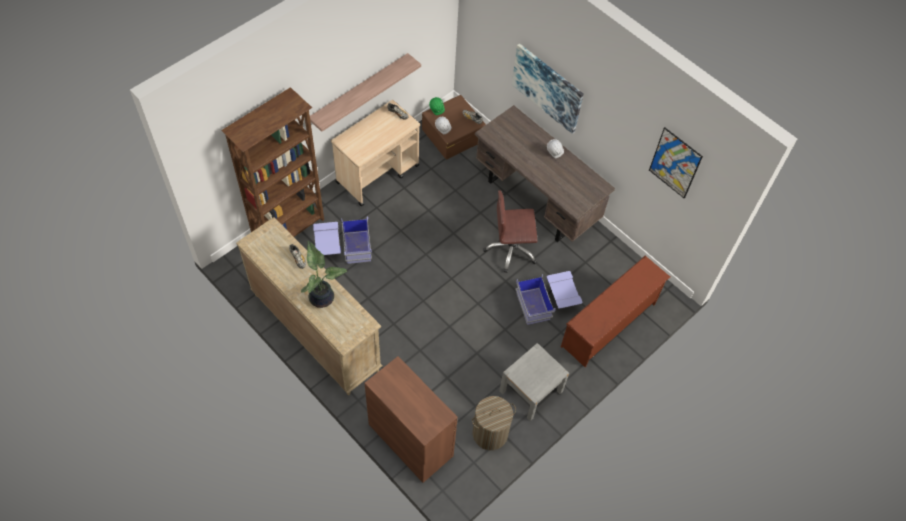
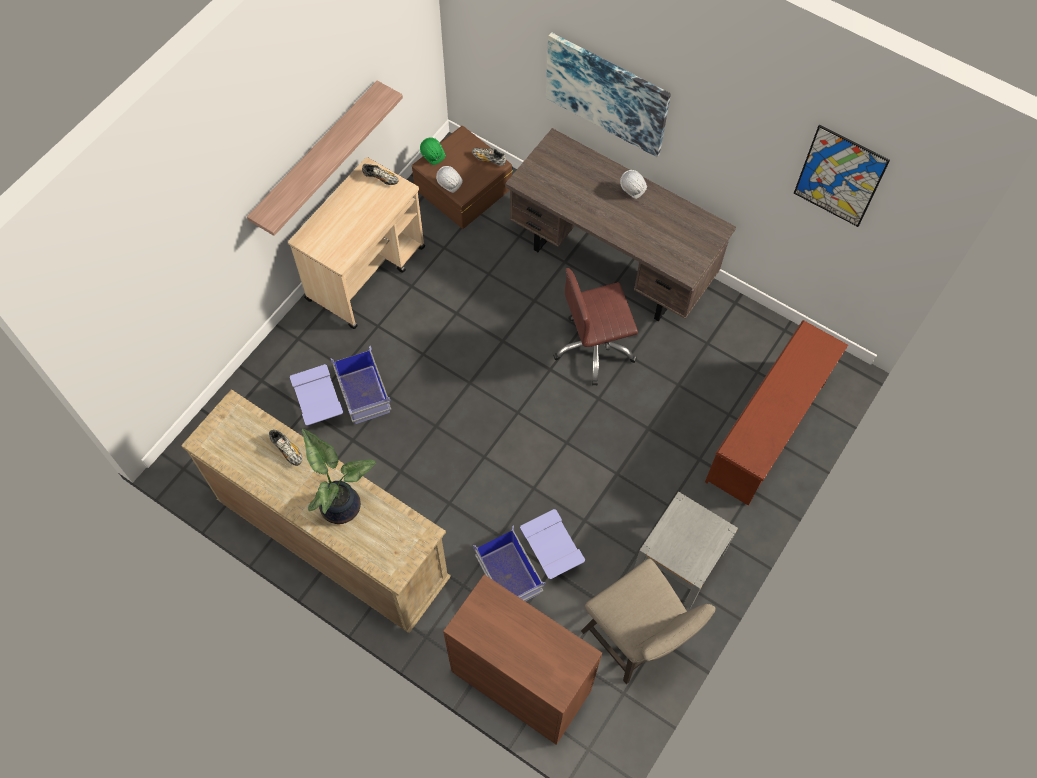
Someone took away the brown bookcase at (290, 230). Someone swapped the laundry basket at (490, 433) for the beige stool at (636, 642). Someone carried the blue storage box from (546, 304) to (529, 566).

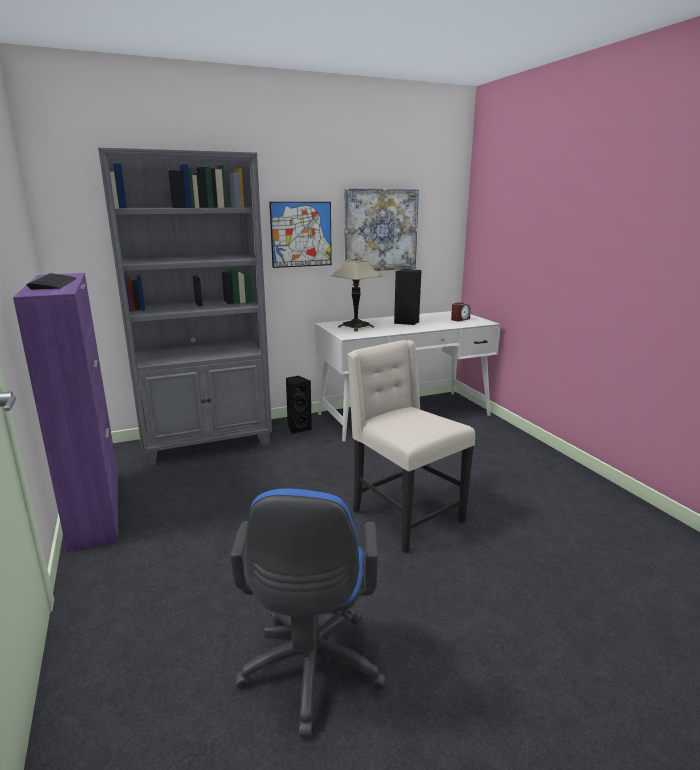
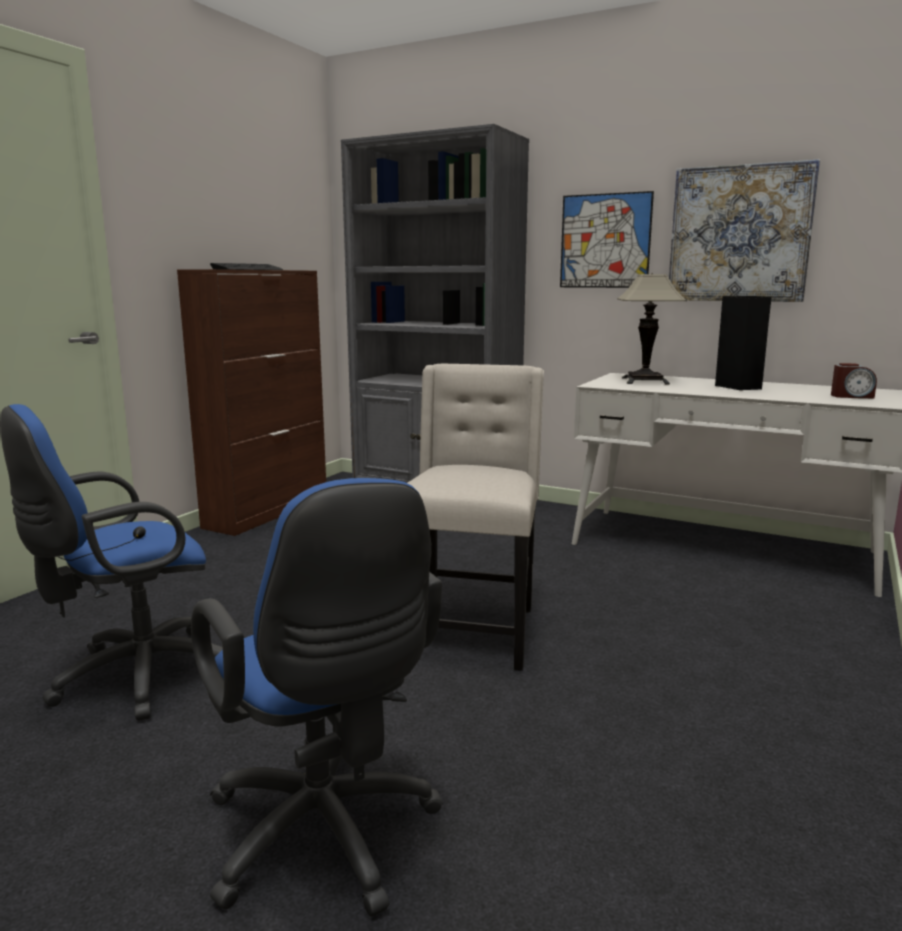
Someone repainted the purple cabinet at (96, 508), which became the brown cabinet at (268, 511). Someone took away the black speaker at (298, 428). Someone put down the blue office chair at (327, 839).

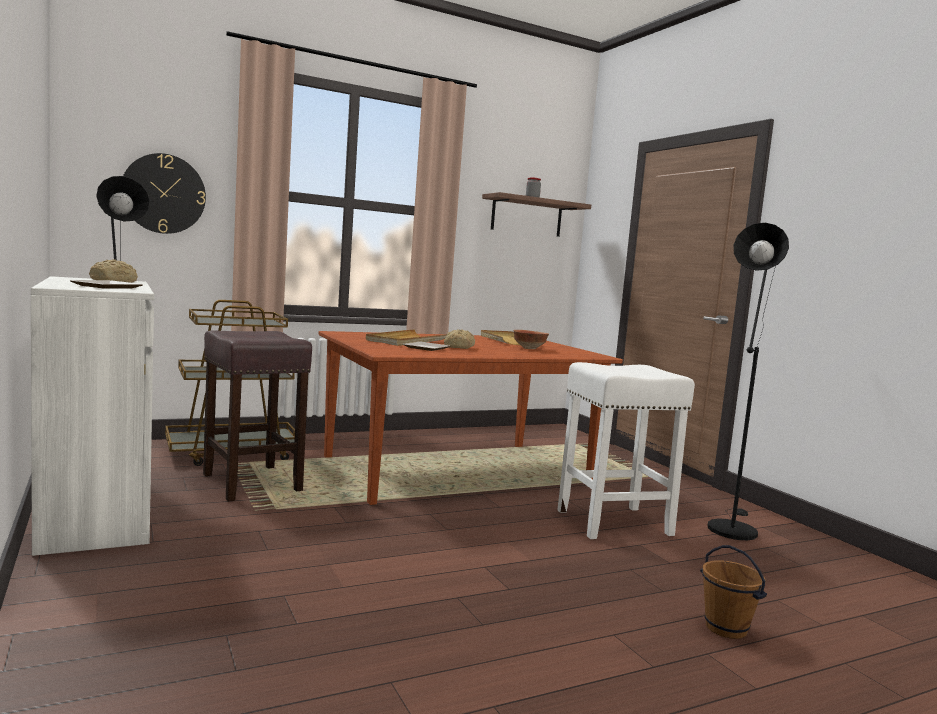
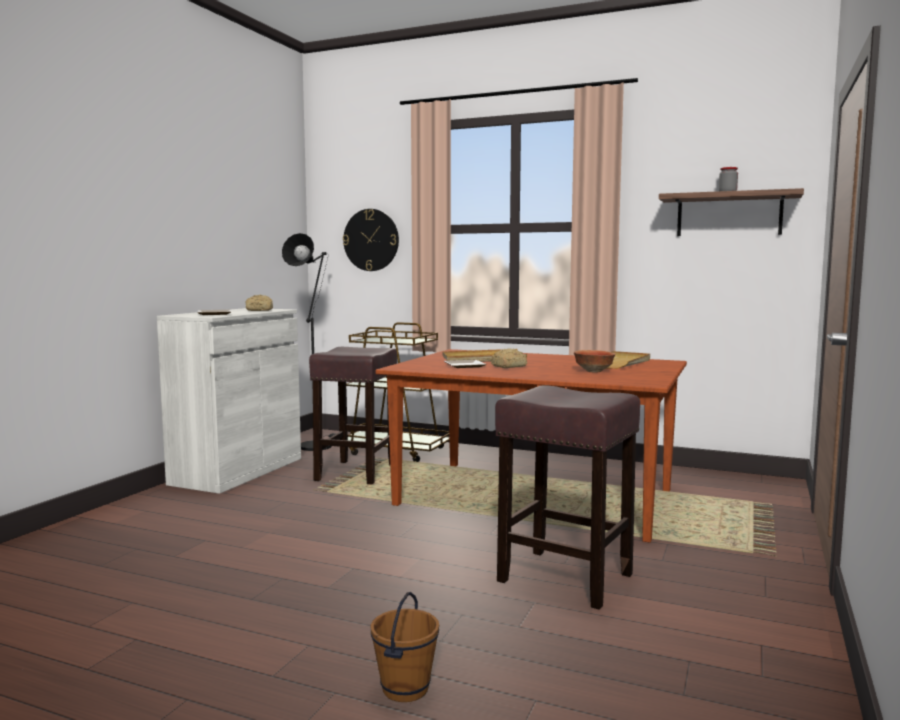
Someone repainted the white stool at (612, 523), which became the brown stool at (562, 577). Someone took away the black floor lamp at (731, 527).

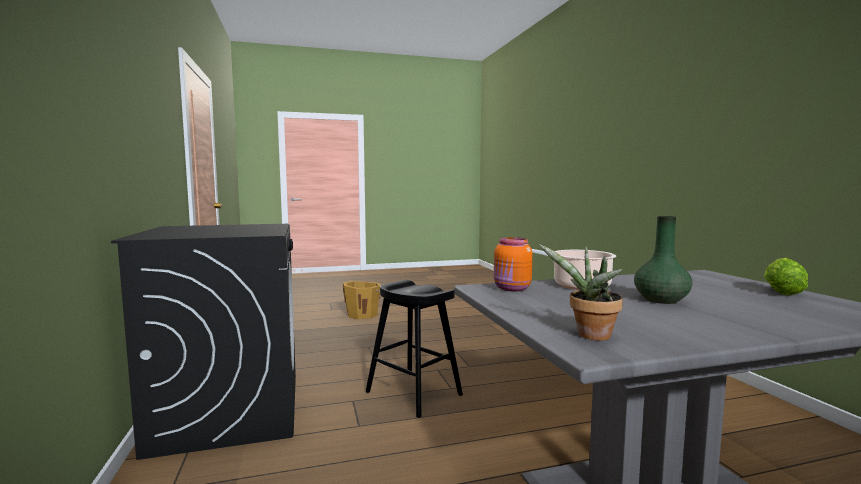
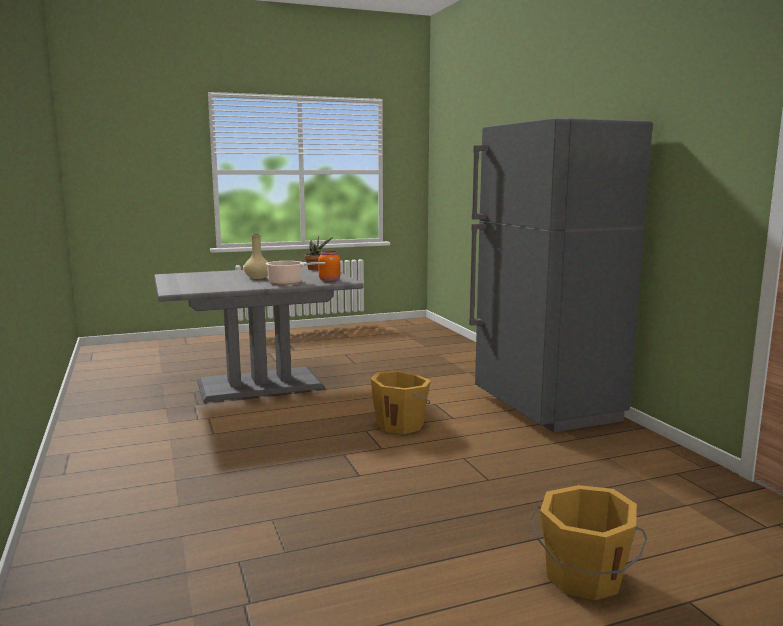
Someone swapped the black washing machine at (229, 411) for the grey fridge at (546, 408). Someone swapped the black stool at (414, 393) for the orange bucket at (401, 425). Someone repainted the green vase at (660, 300), which became the beige vase at (257, 277). Someone took away the lettuce at (781, 292).

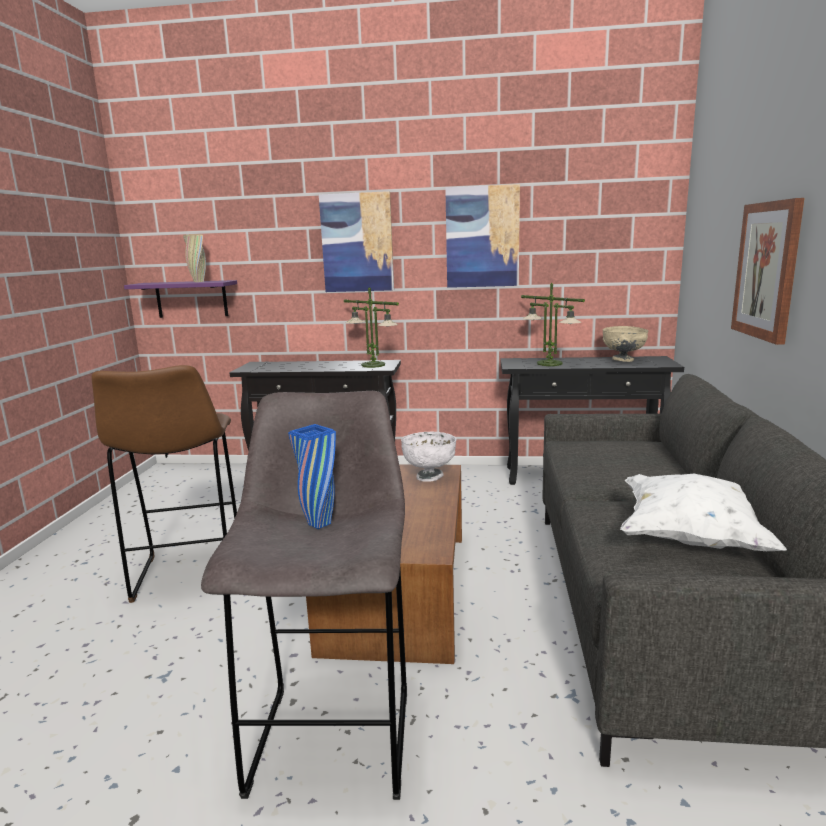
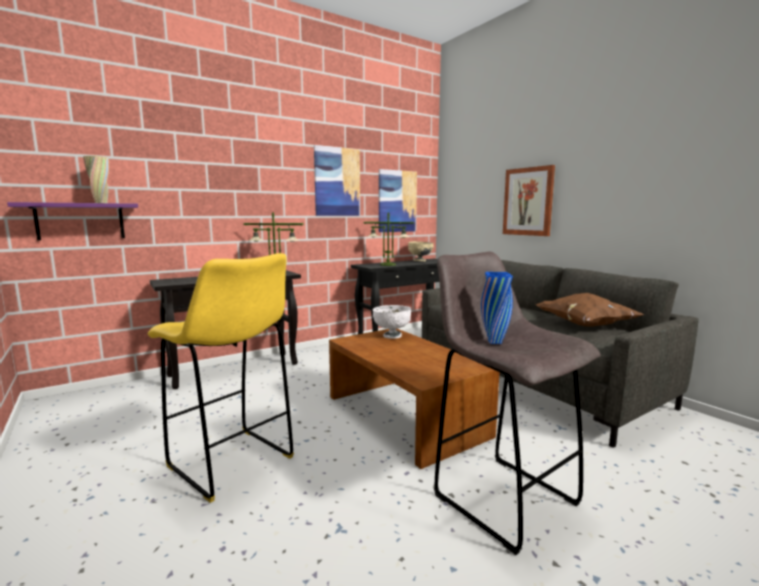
Someone repainted the brown stool at (188, 575), which became the yellow stool at (233, 463). Someone carried the picture from (357, 243) to (397, 201). Someone repainted the white pillow at (691, 537), which became the brown pillow at (584, 325).

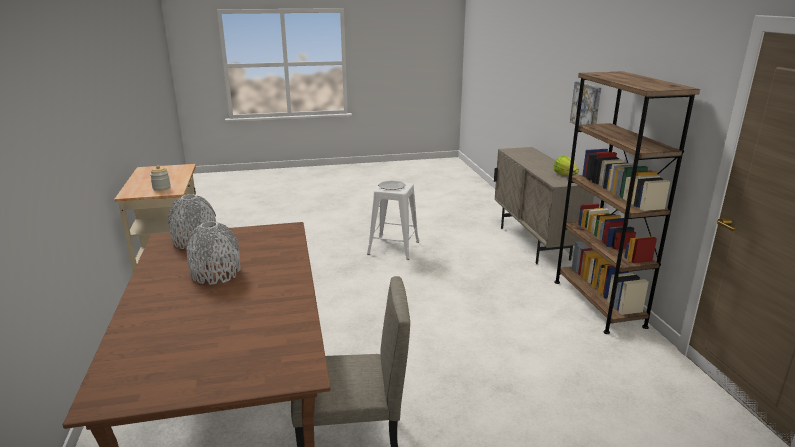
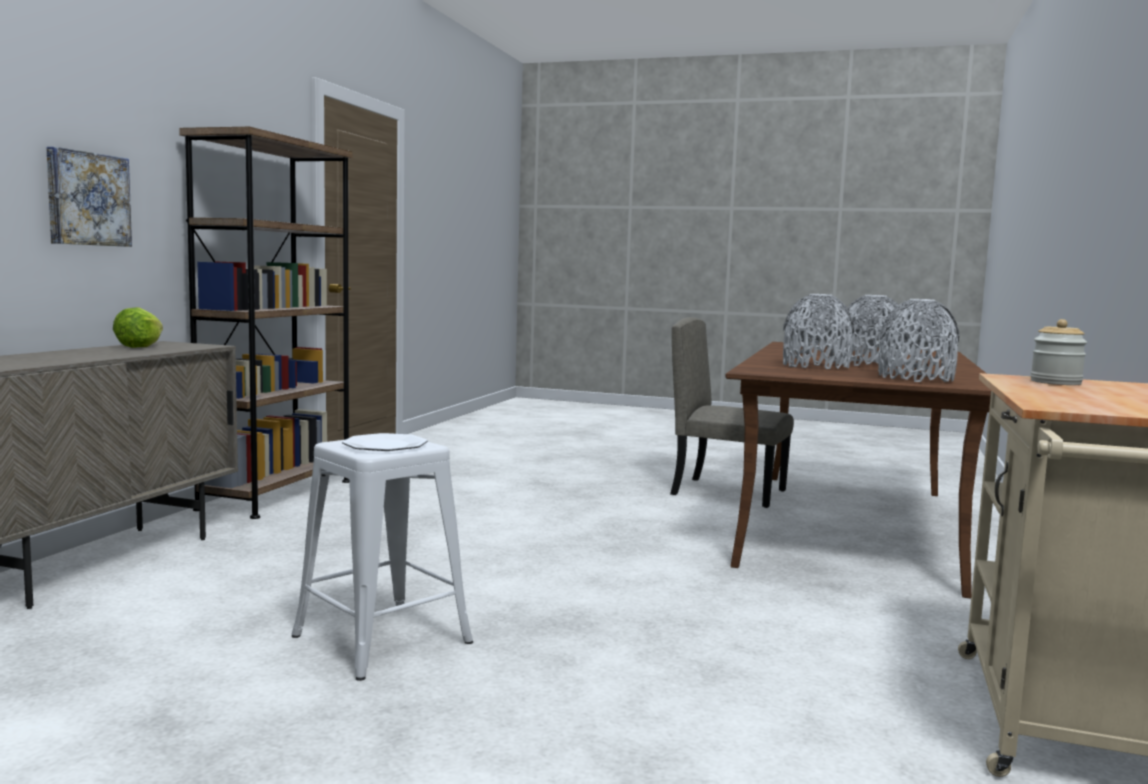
Someone put down the grey vase at (815, 366).

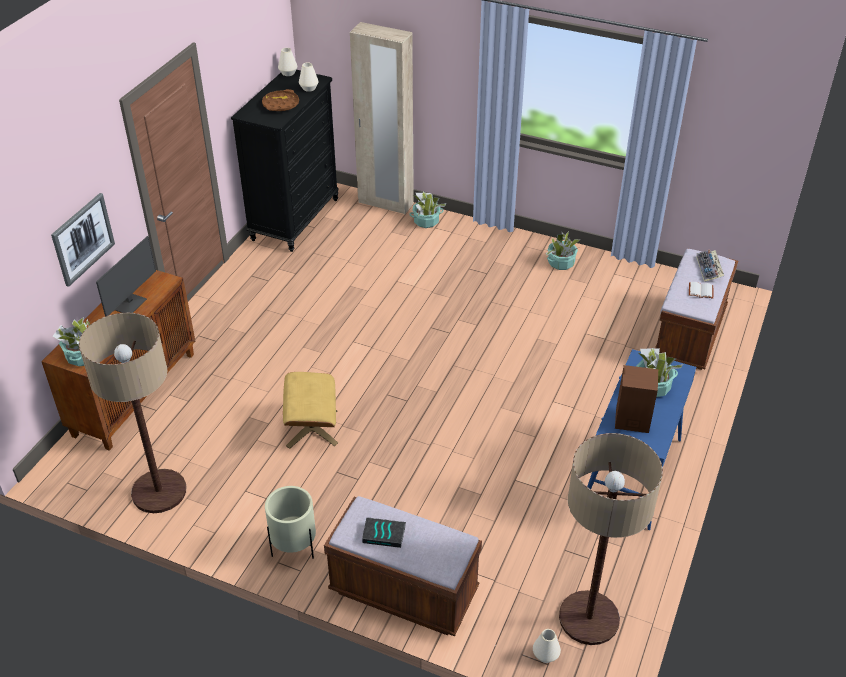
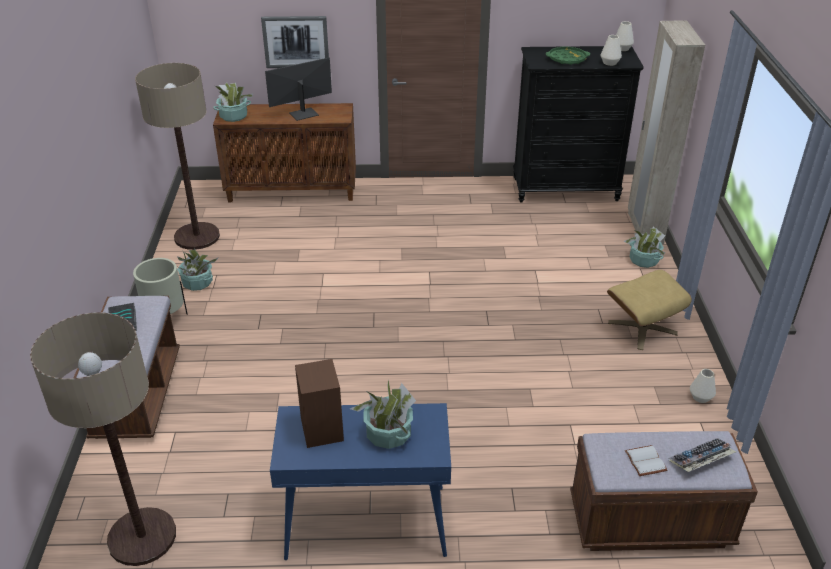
Someone rotated the monitor at (130, 304) by 150 degrees clockwise. Someone repainted the brown tray at (280, 104), which became the green tray at (567, 59). Someone carried the beige ottoman from (311, 428) to (642, 327). Someone carried the white vase from (545, 655) to (700, 397). Someone carried the potted plant from (561, 263) to (197, 283).

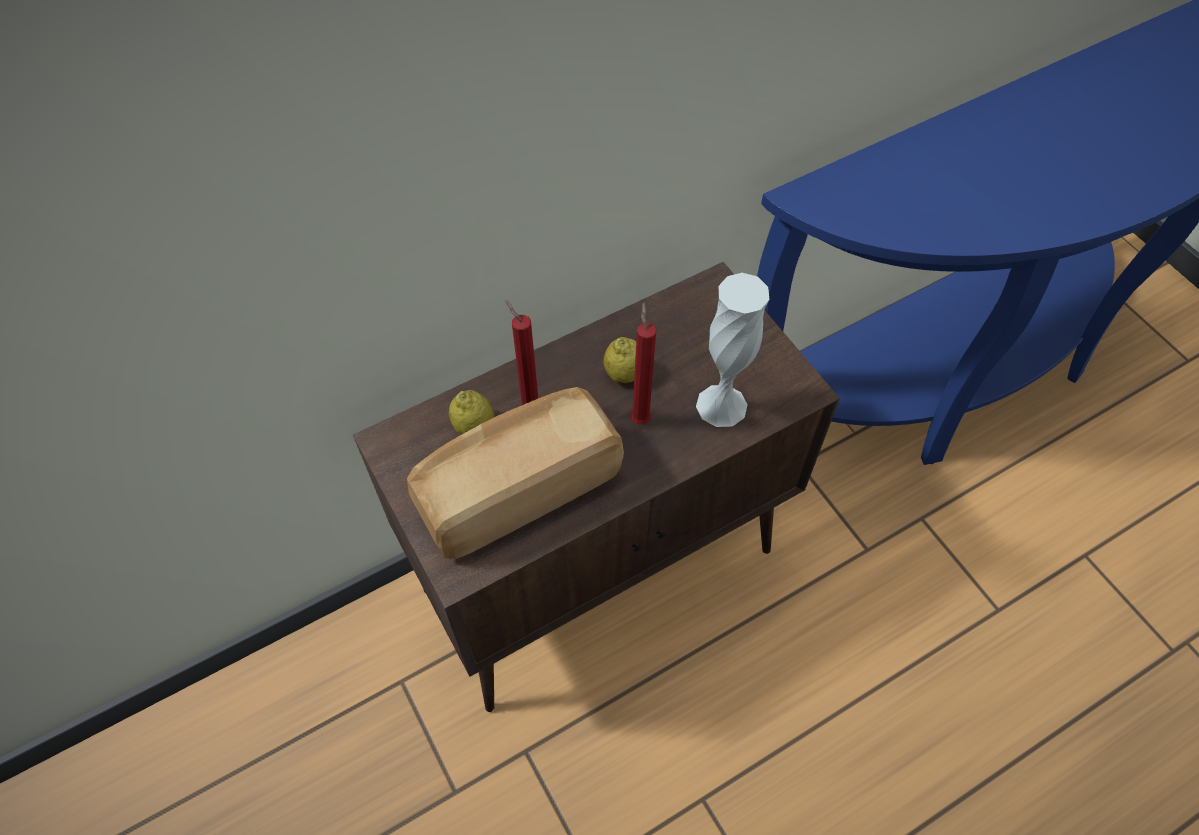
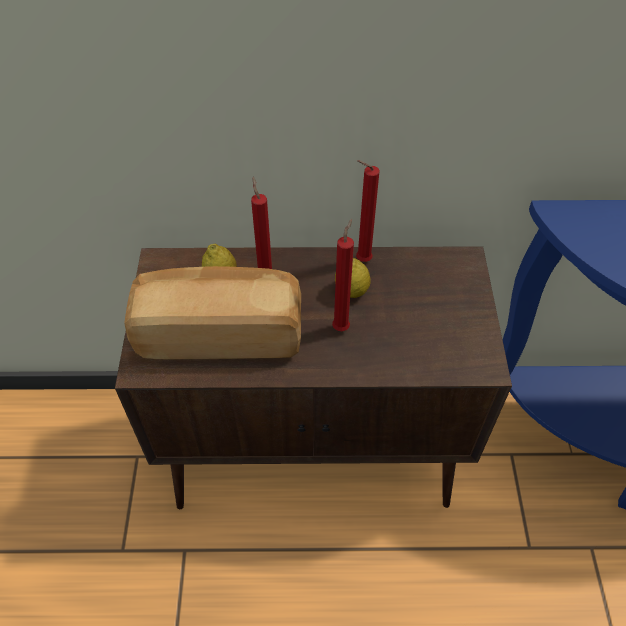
Someone took away the white vase at (721, 405). Someone put down the red candle at (361, 260).

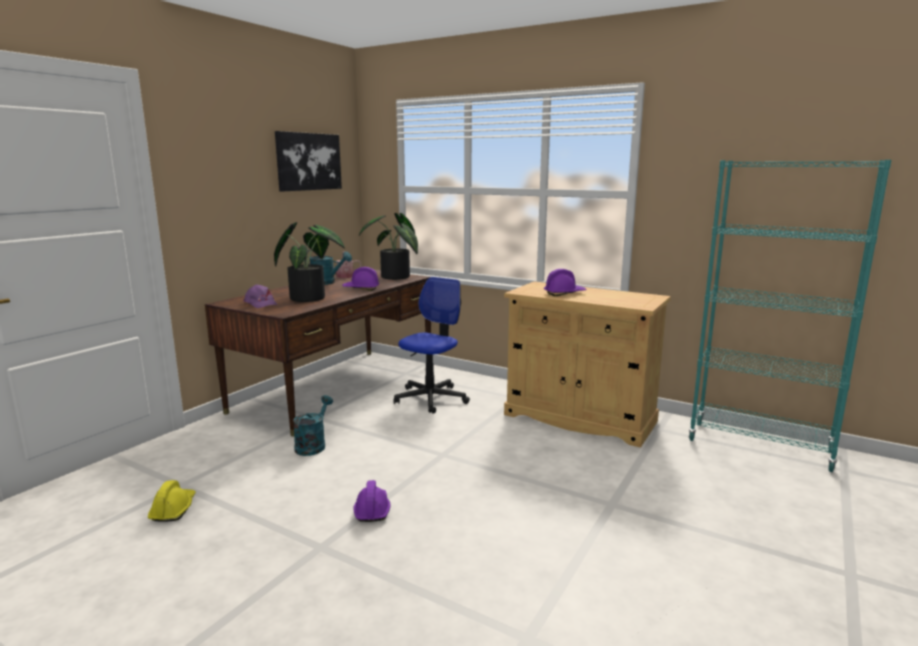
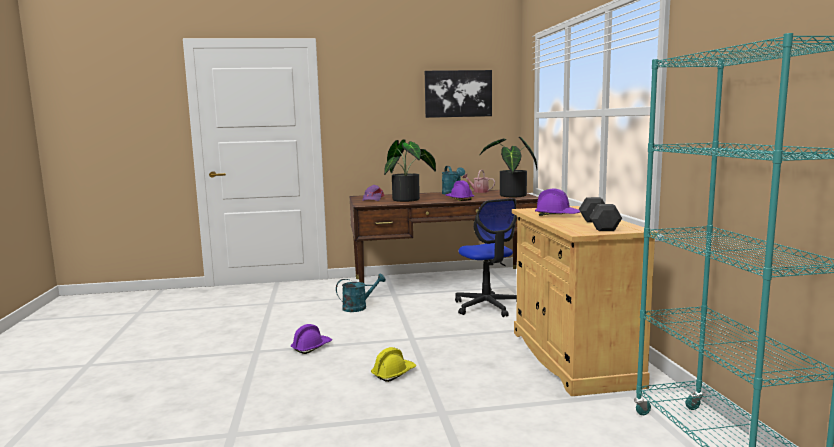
Someone carried the yellow hard hat from (173, 509) to (393, 373). Someone rotated the office chair at (431, 398) by 75 degrees clockwise. Someone put down the black dumbbell at (599, 225).

